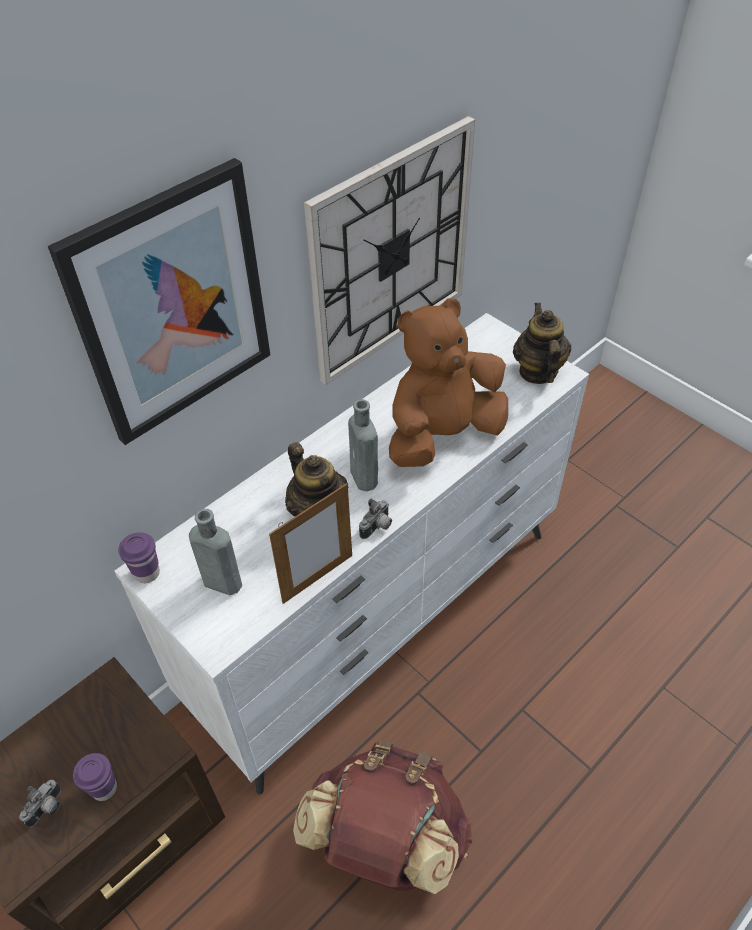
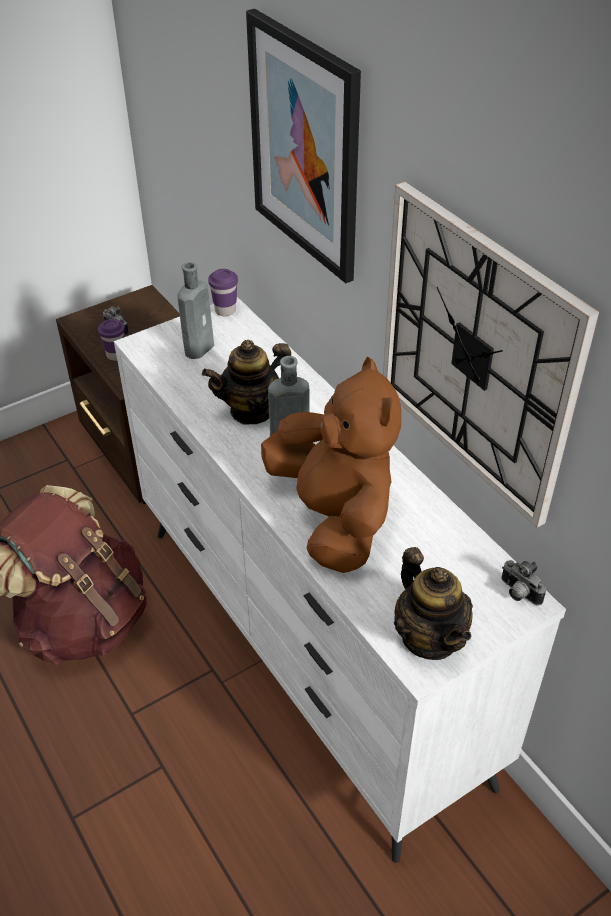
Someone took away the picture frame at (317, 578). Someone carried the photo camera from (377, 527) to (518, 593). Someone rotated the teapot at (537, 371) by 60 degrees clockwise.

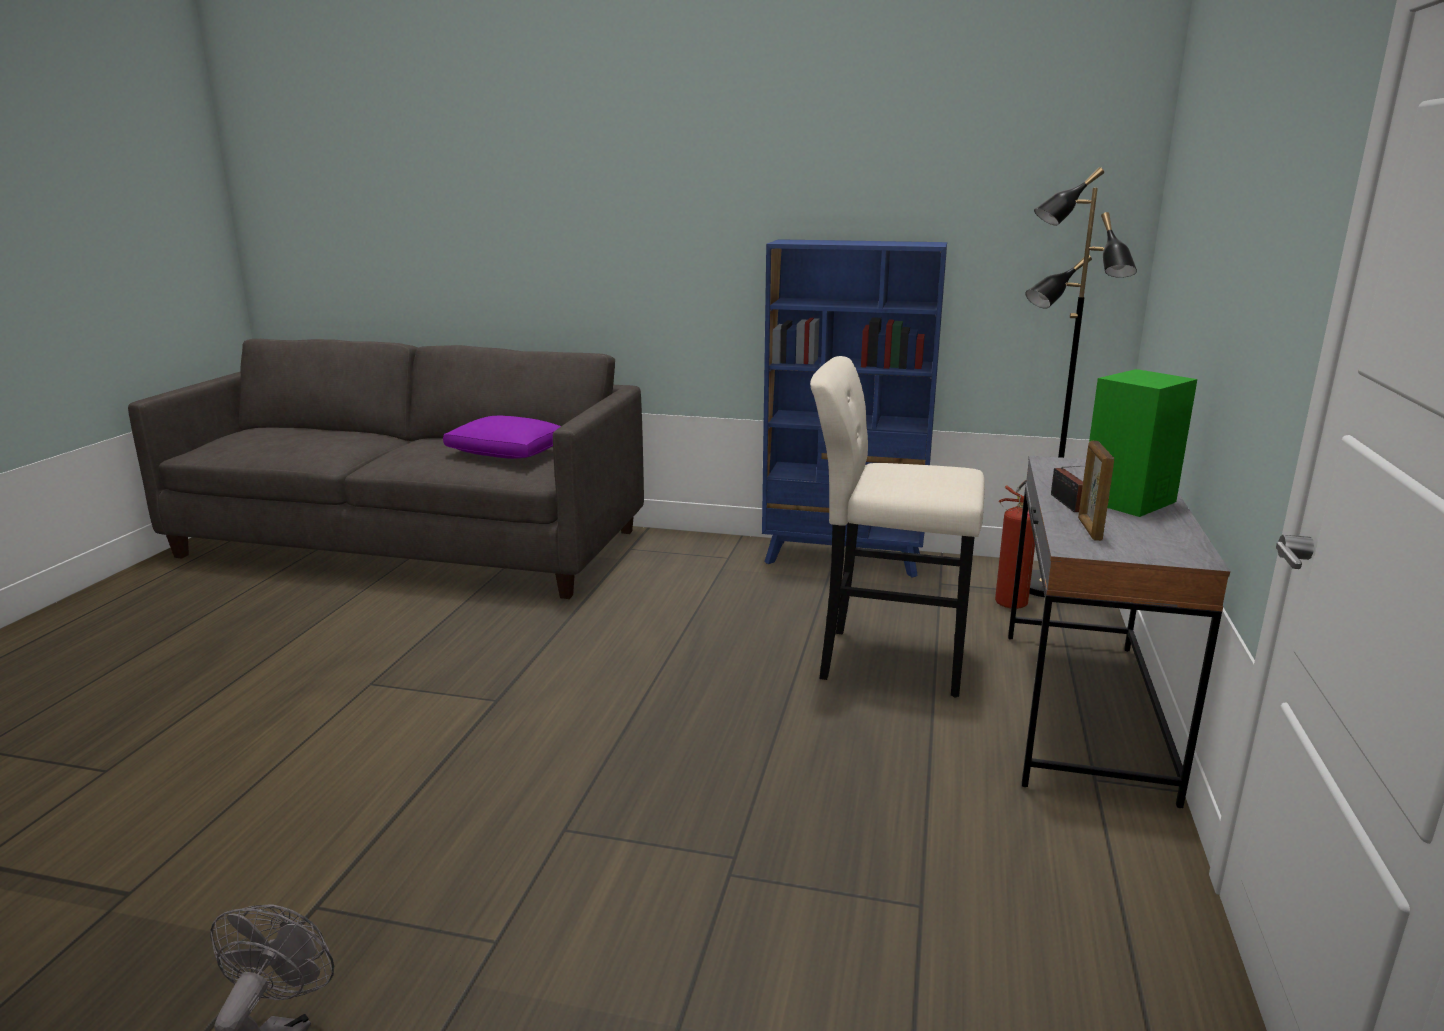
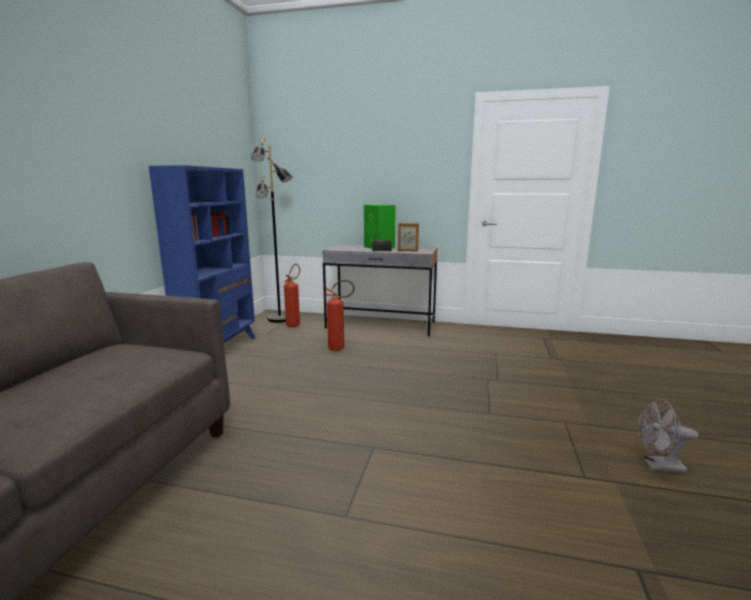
Someone took away the purple pillow at (508, 453). Someone swapped the beige stool at (884, 660) for the fire extinguisher at (340, 348).

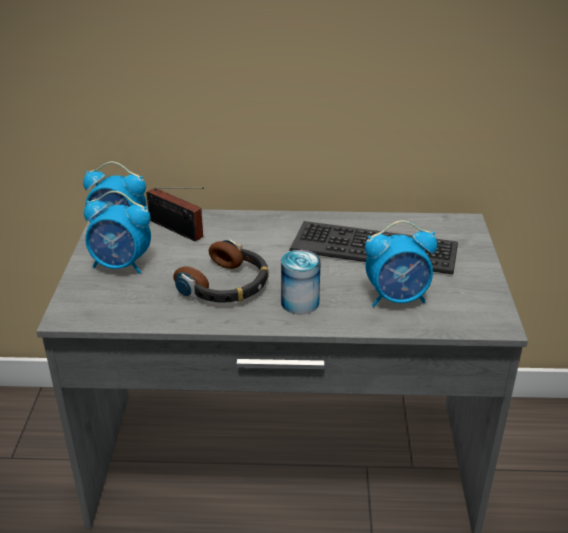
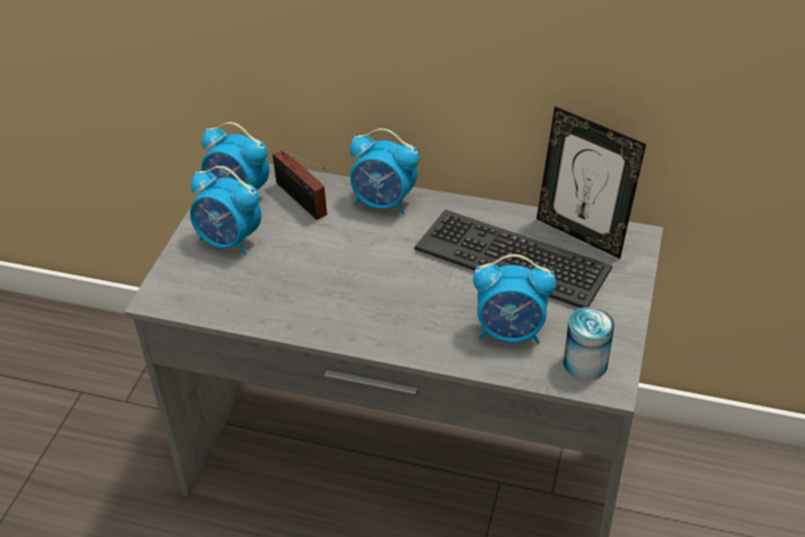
Someone took away the headphones at (226, 285). Someone carried the can from (300, 302) to (585, 363). Someone put down the alarm clock at (384, 203). Someone put down the picture frame at (581, 234).

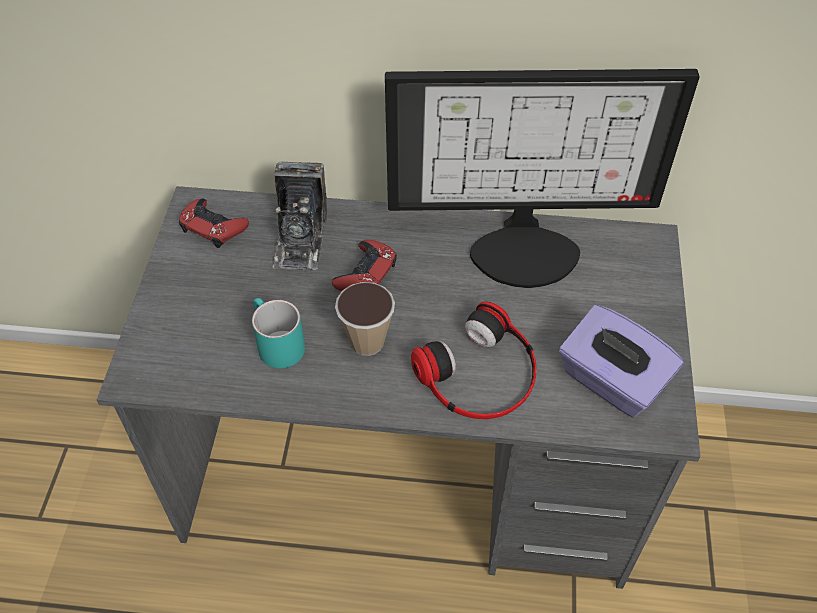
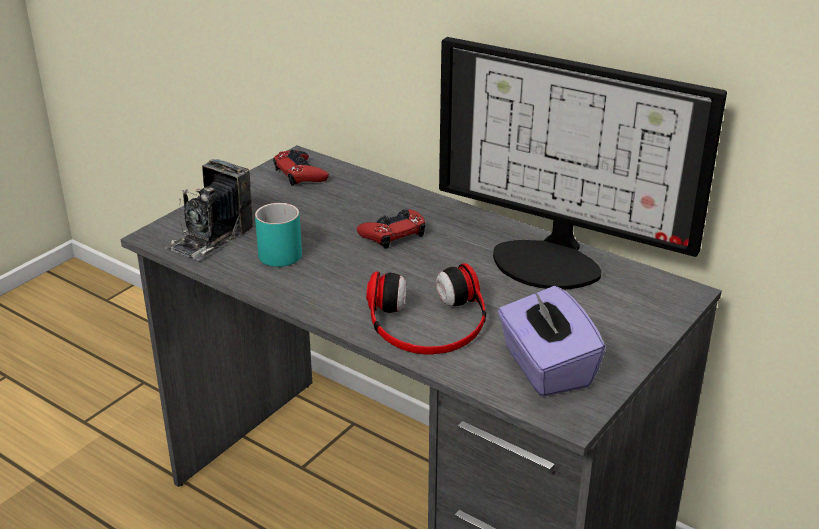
Someone carried the photo camera from (300, 238) to (211, 237). Someone took away the cup at (367, 342).

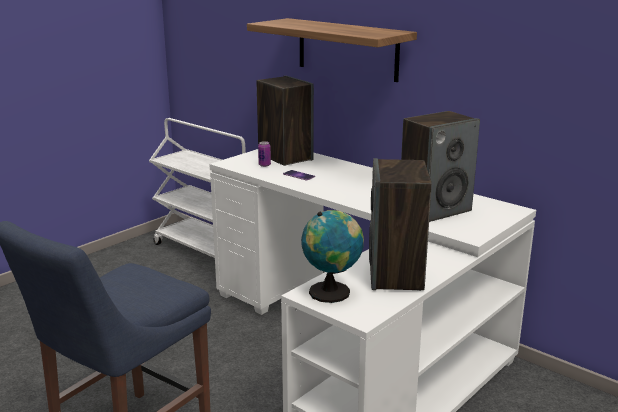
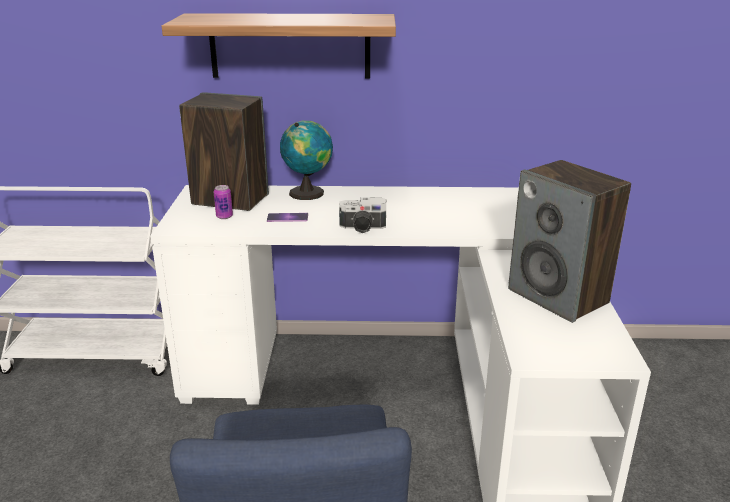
Someone carried the globe from (332, 292) to (308, 192). Someone took away the speaker at (435, 209). Someone put down the photo camera at (362, 228).

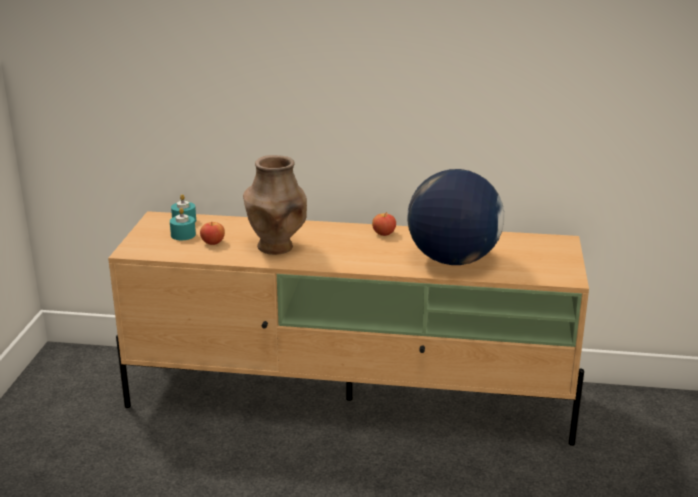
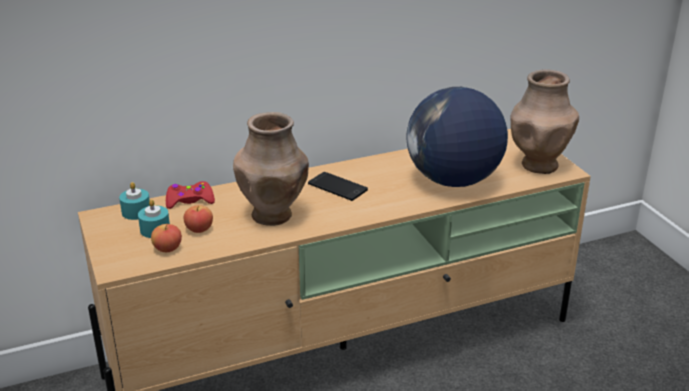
Someone carried the apple from (384, 233) to (167, 248). Someone put down the red game controller at (189, 201). Someone put down the phone at (337, 187). Someone put down the brown vase at (538, 165).

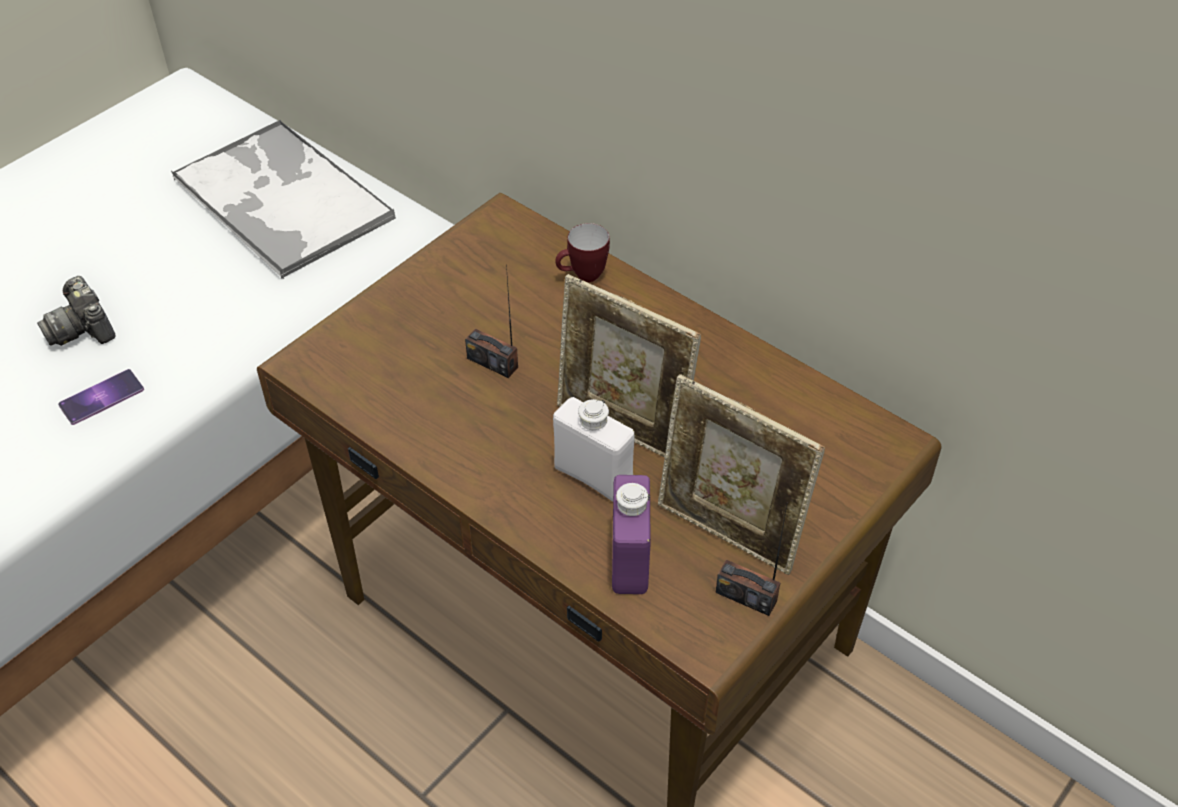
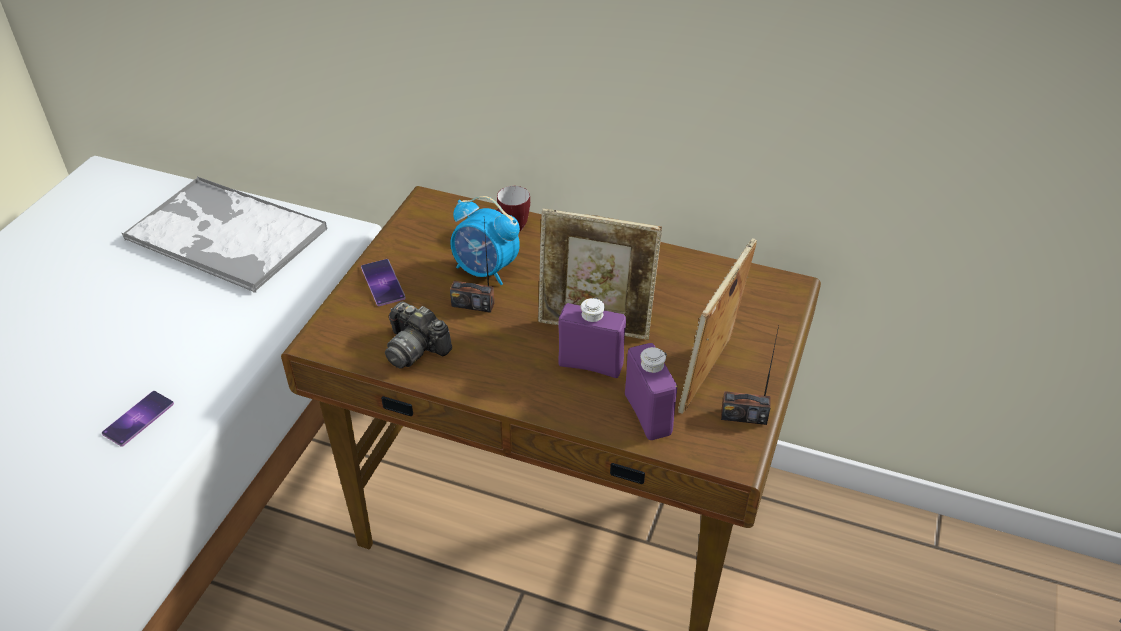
Someone carried the photo camera from (82, 328) to (415, 348). Someone repainted the white bottle at (593, 476), which became the purple bottle at (591, 364). Someone rotated the picture frame at (728, 534) by 105 degrees clockwise. Someone put down the phone at (383, 282). Someone put down the alarm clock at (486, 271).

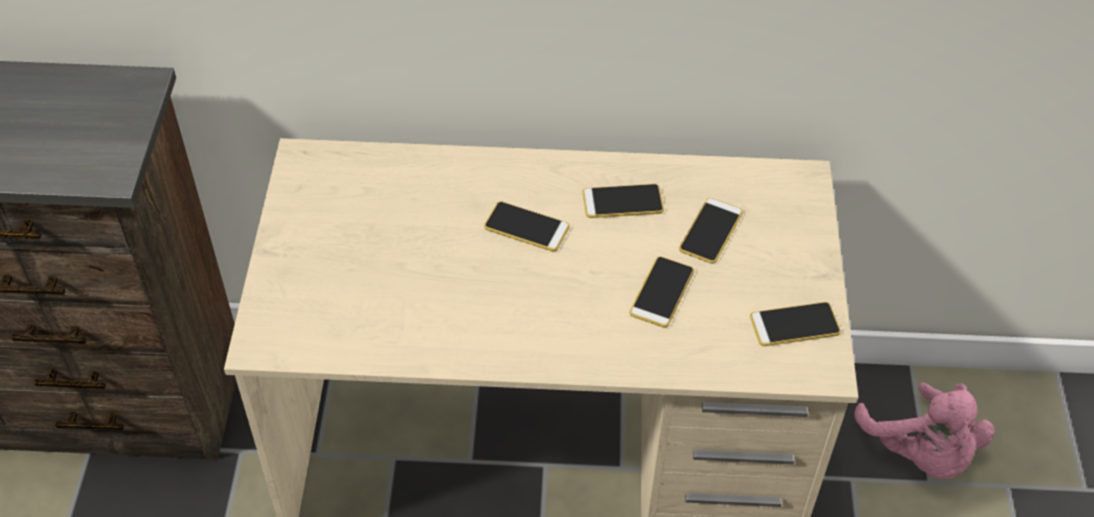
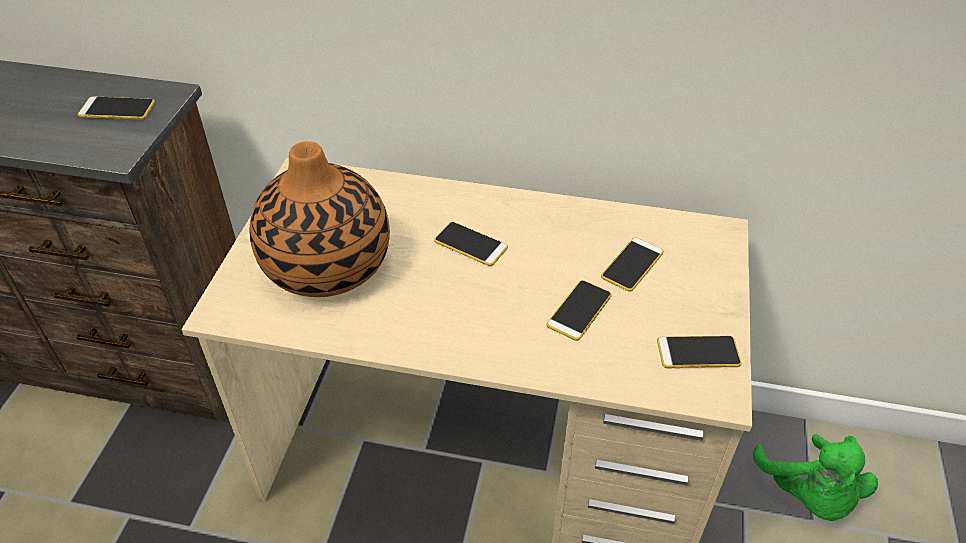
Someone carried the phone from (622, 202) to (117, 109). Someone repainted the pink plush toy at (920, 453), which became the green plush toy at (809, 494). Someone put down the vase at (327, 265).

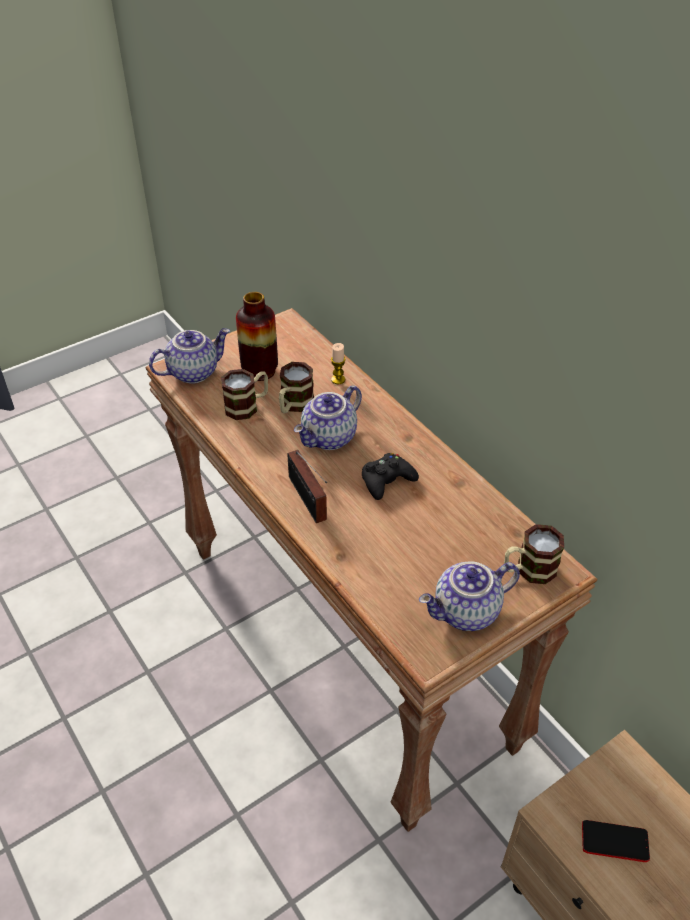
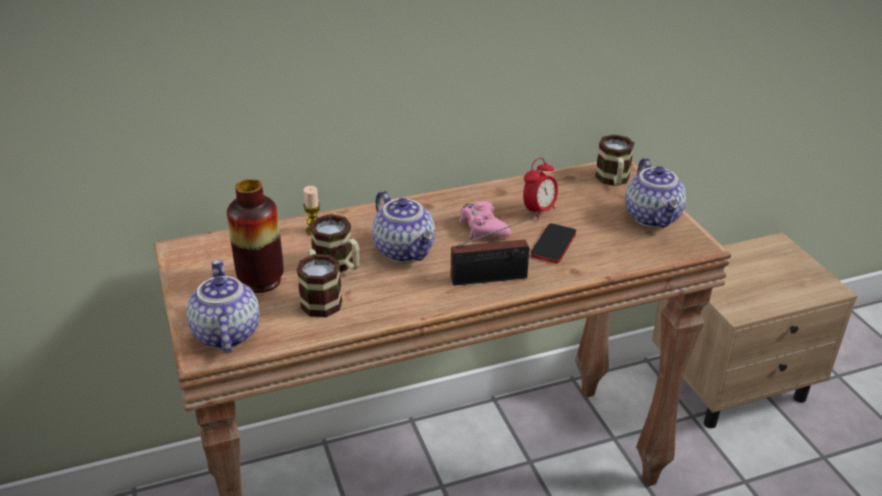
Someone repainted the black game controller at (386, 481), which became the pink game controller at (483, 228). Someone carried the phone from (614, 841) to (553, 244). Someone put down the alarm clock at (539, 211).

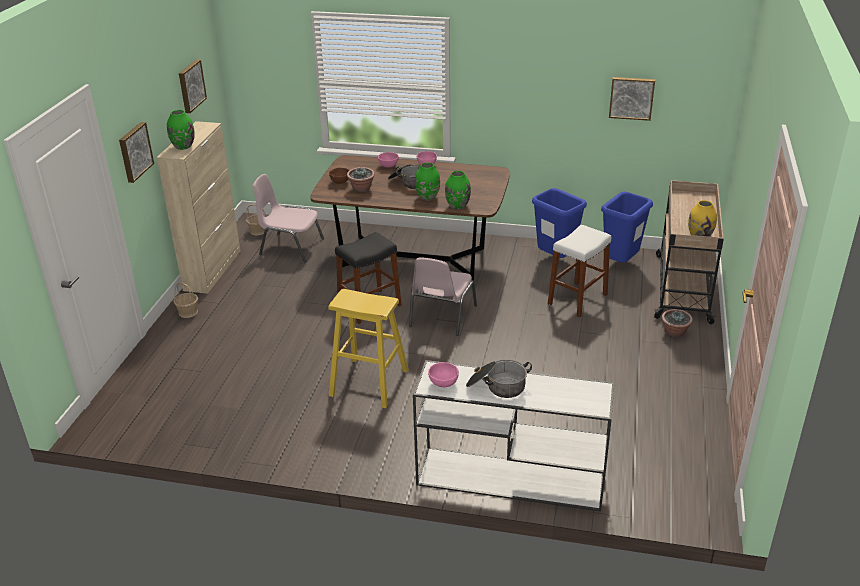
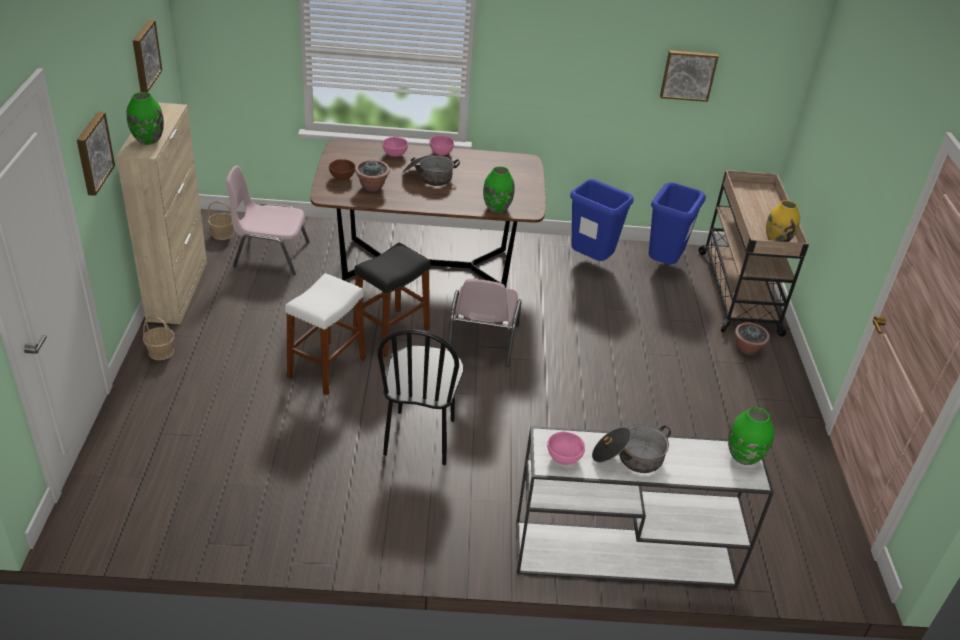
Someone swapped the yellow stool at (369, 383) for the black chair at (420, 437). Someone carried the green vase from (428, 197) to (744, 457). Someone carried the white stool from (577, 299) to (327, 367).

